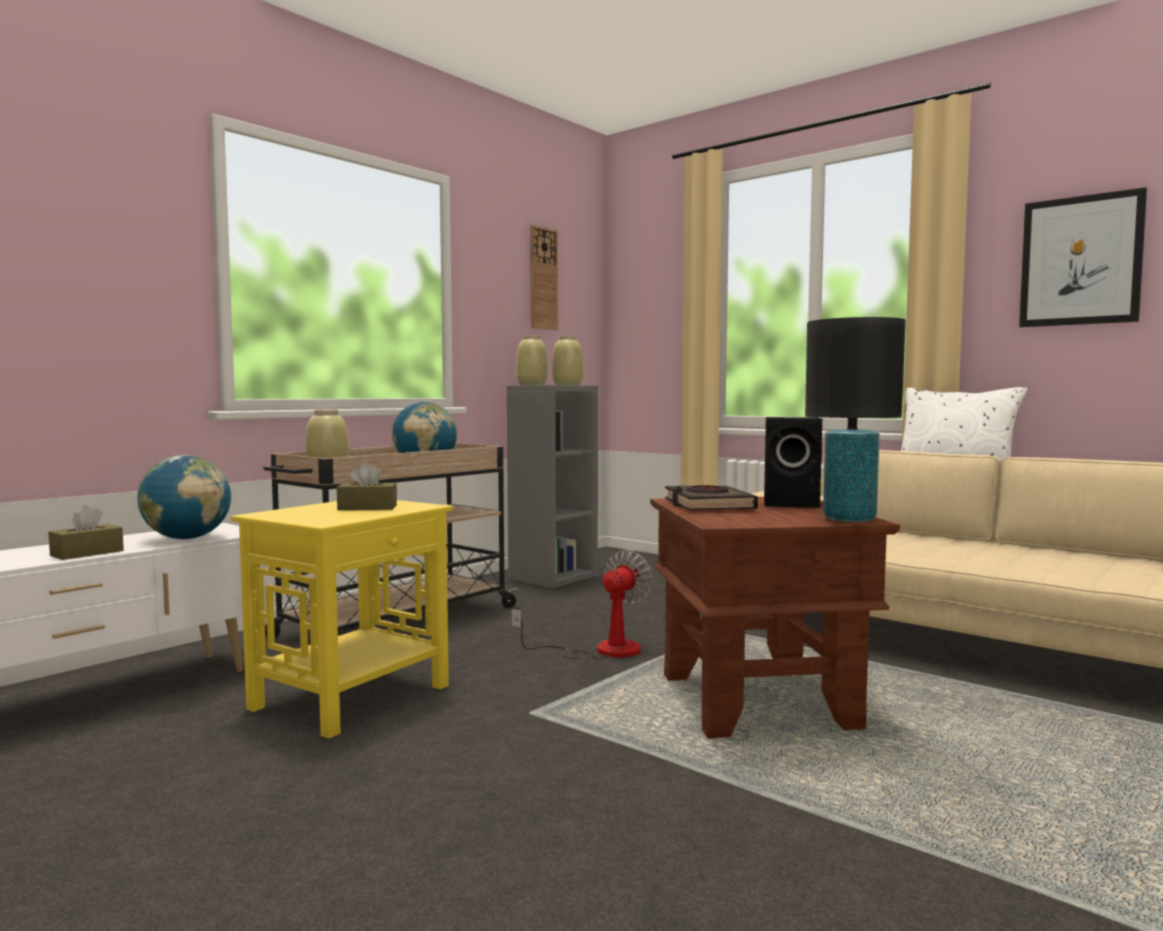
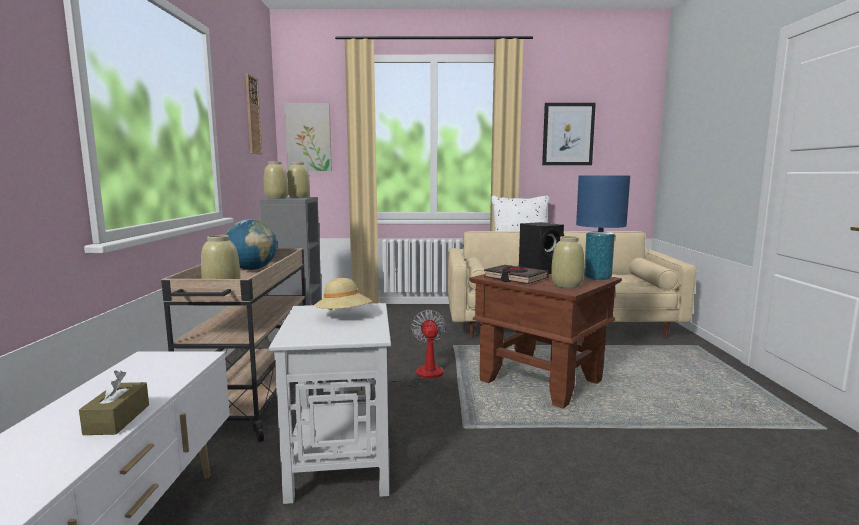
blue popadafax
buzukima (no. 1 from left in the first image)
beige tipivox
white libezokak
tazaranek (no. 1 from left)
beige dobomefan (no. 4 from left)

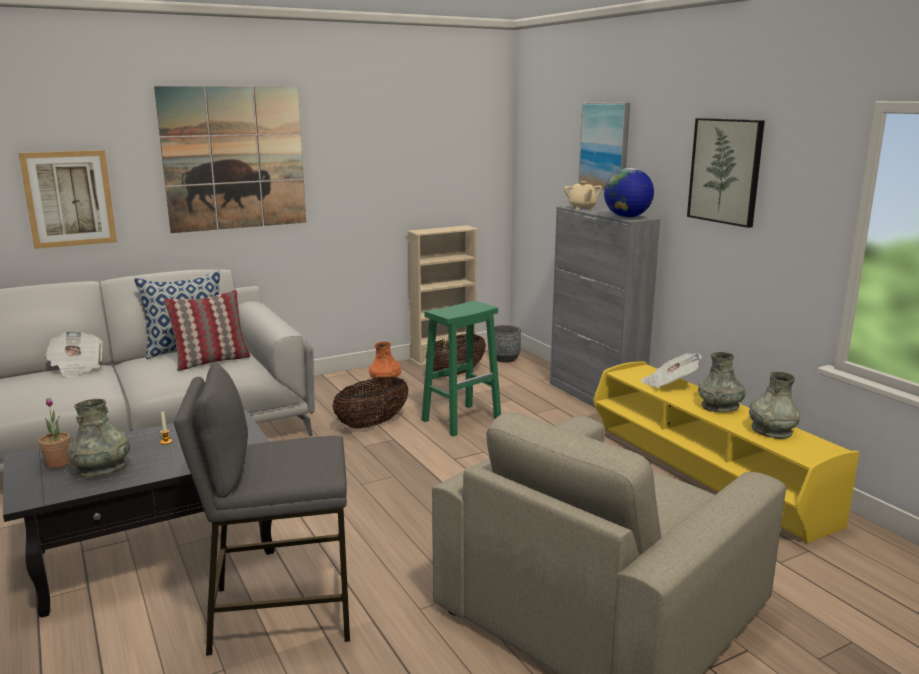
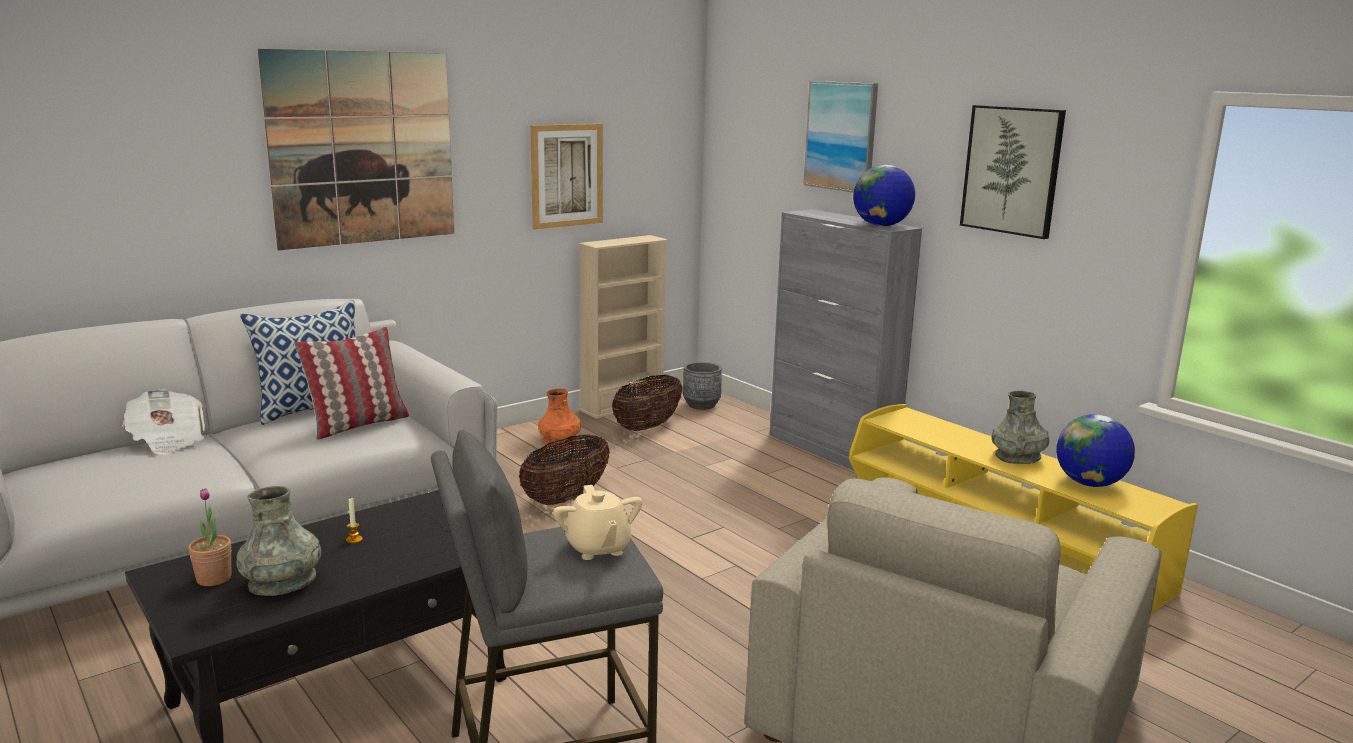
tazaranek (no. 2 from left)
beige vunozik
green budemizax
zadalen (no. 2 from left in the first image)
buzukima (no. 2 from left)

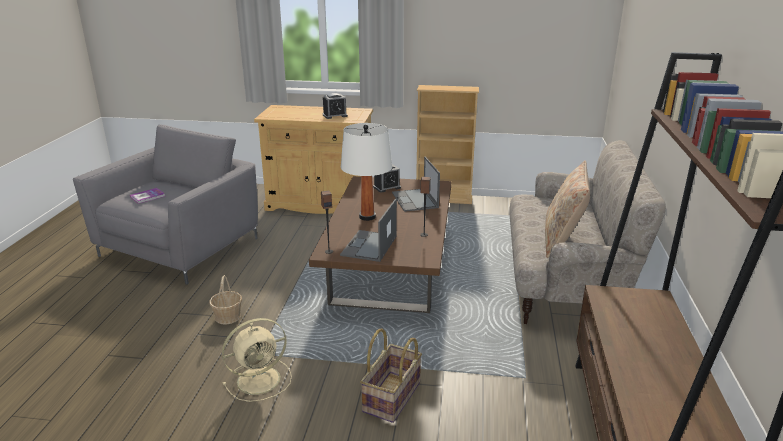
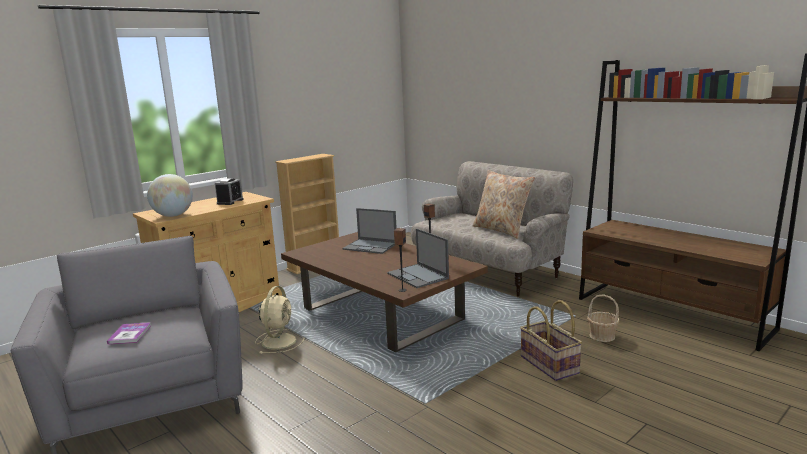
white popadafax
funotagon (no. 2 from left in the first image)
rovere (no. 2 from left)
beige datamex
buzukima

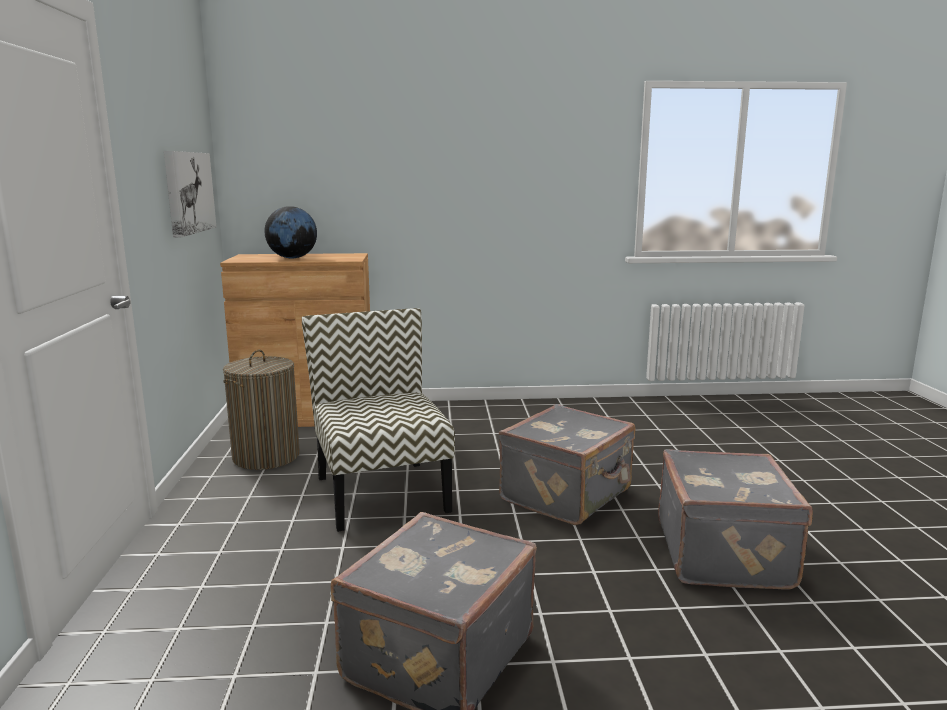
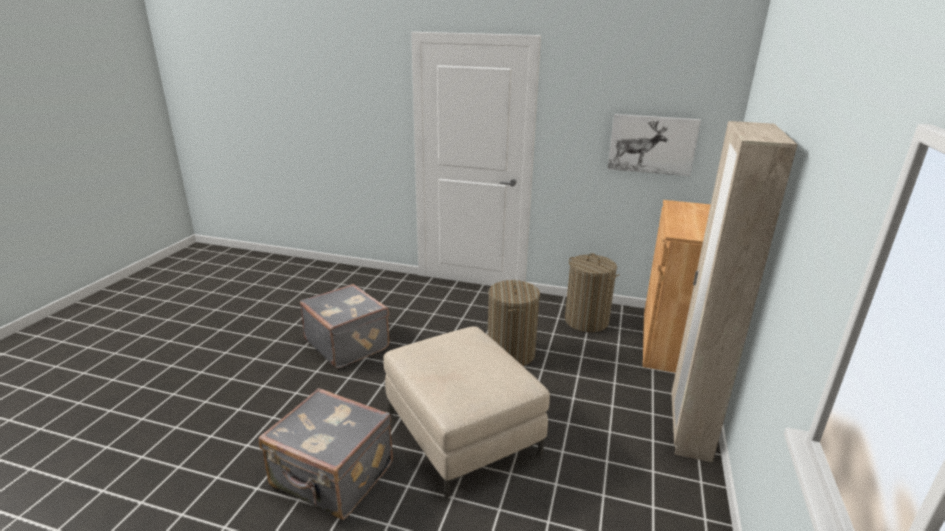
buzukima
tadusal (no. 1 from left)
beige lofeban
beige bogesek

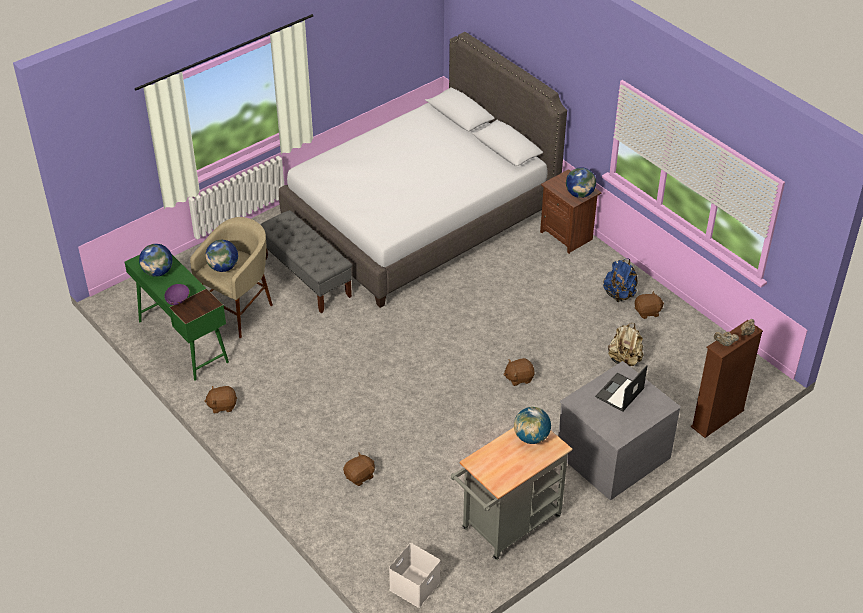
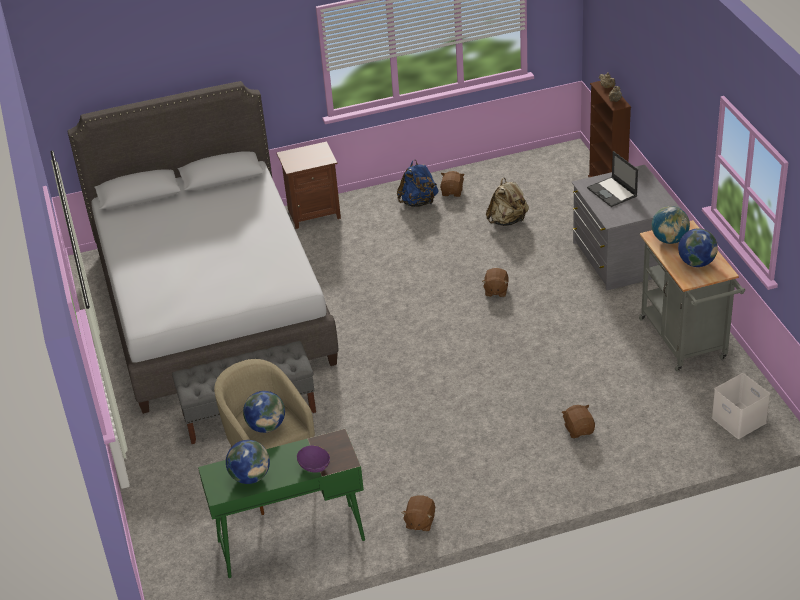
buzukima (no. 4 from left)

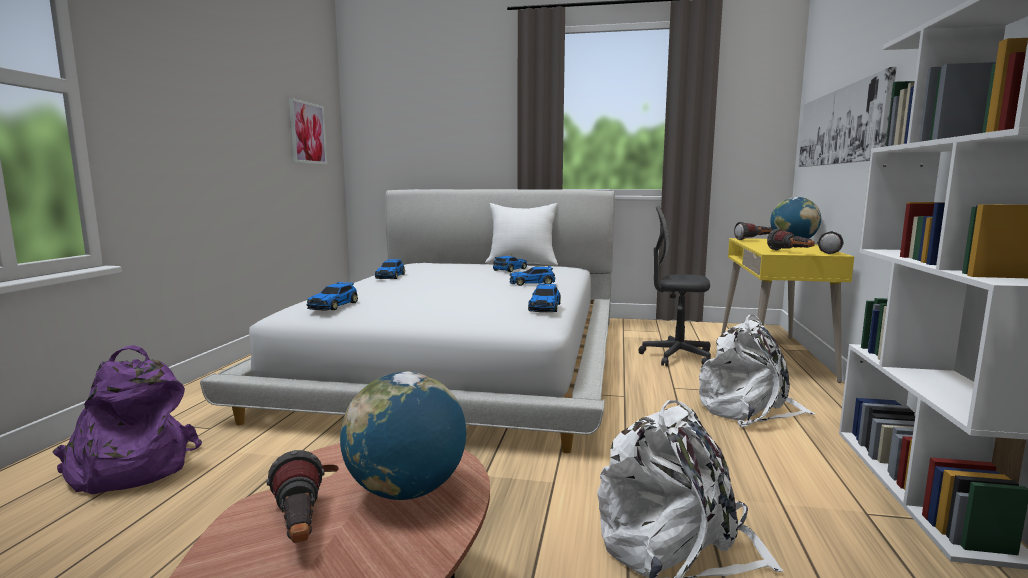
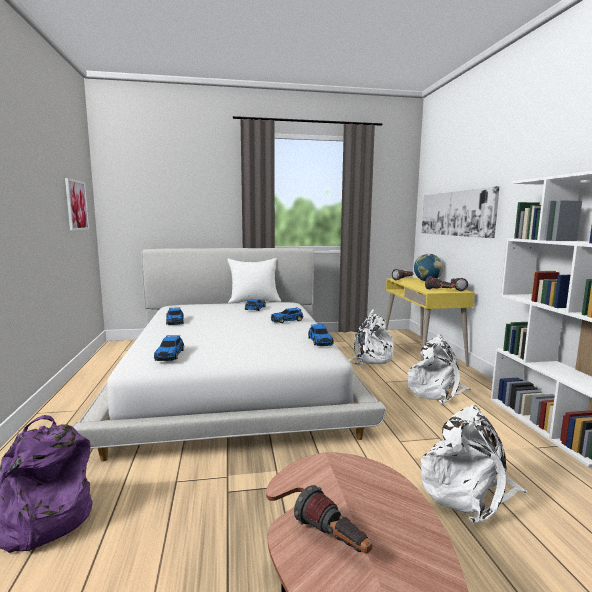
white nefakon (no. 1 from left)
buzukima (no. 1 from left in the first image)

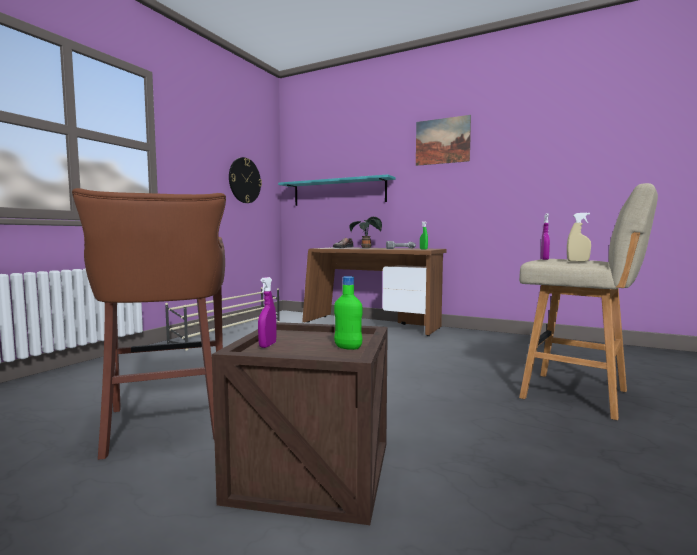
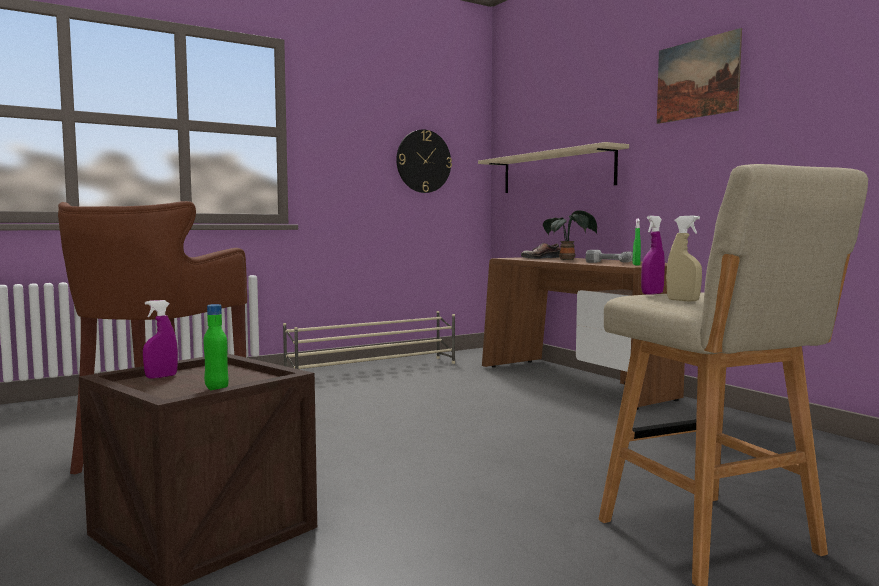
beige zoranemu

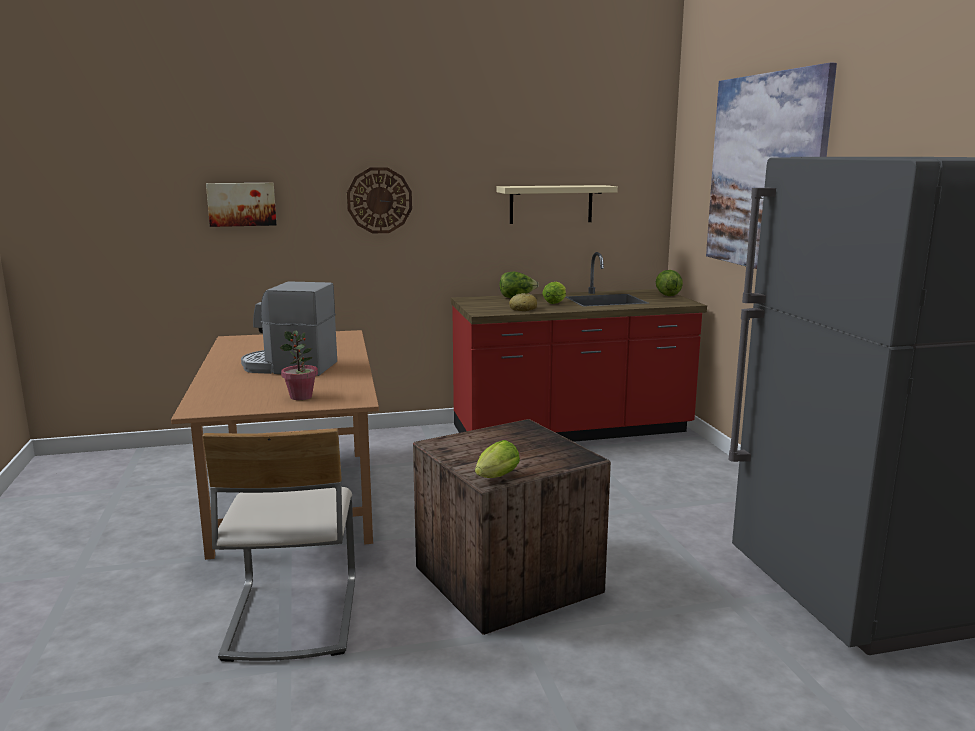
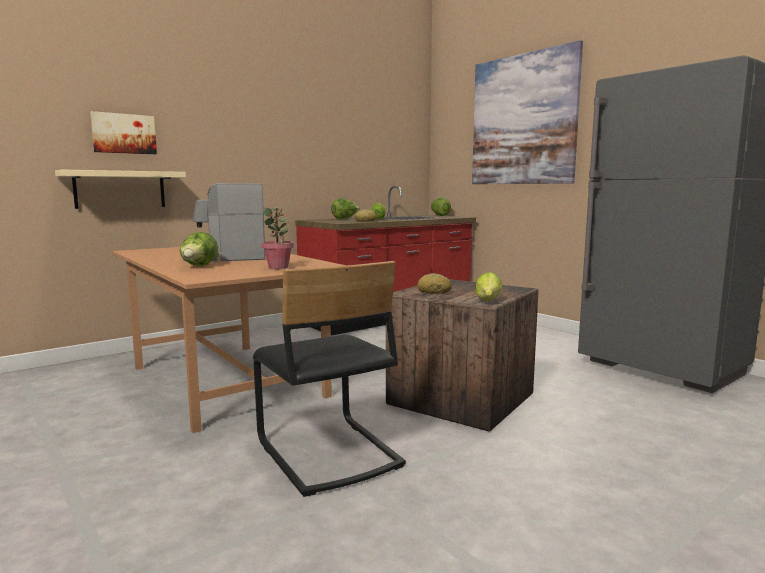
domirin
beige zoranemu
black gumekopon
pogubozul (no. 1 from left)
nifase (no. 2 from left)

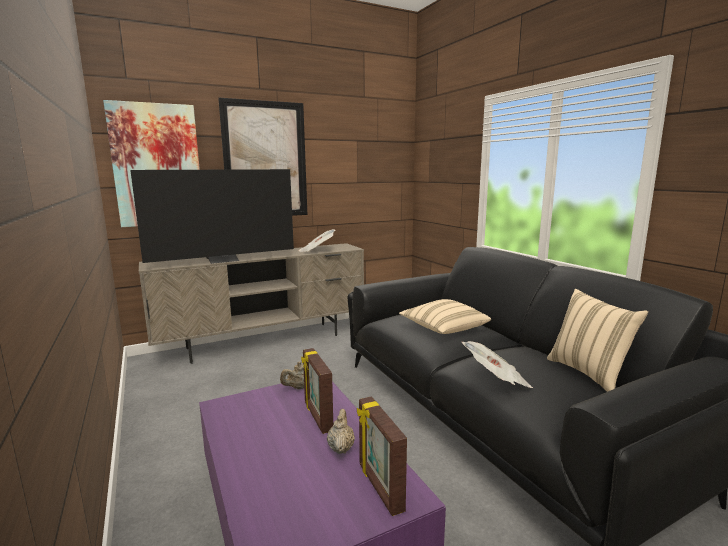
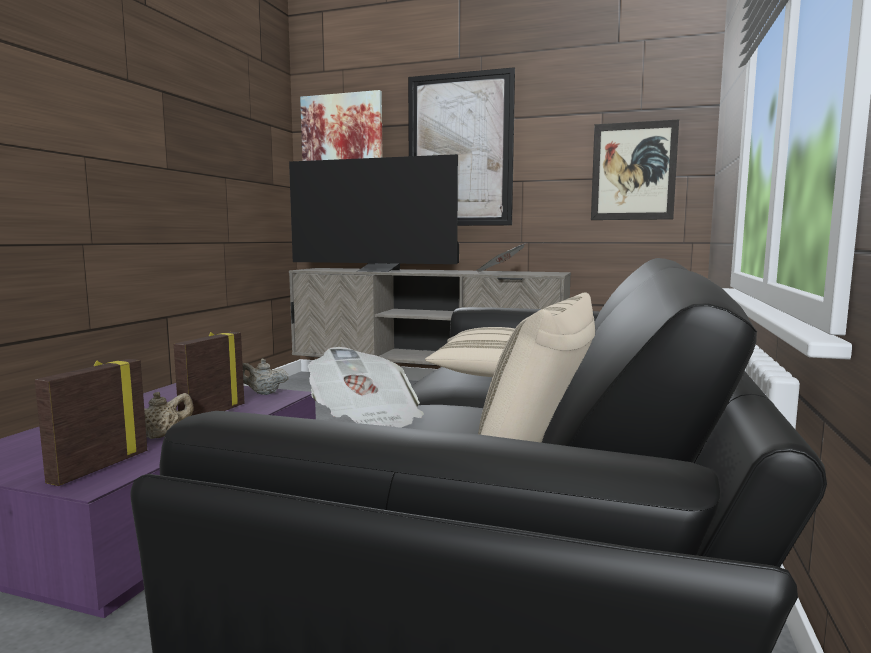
tazaranek (no. 3 from left)

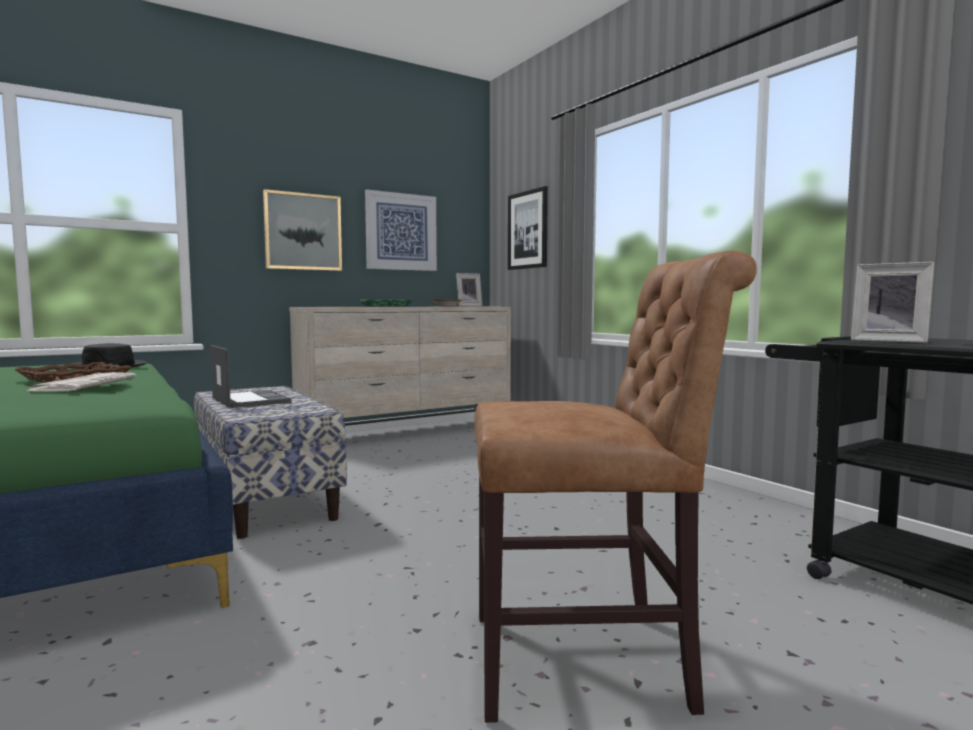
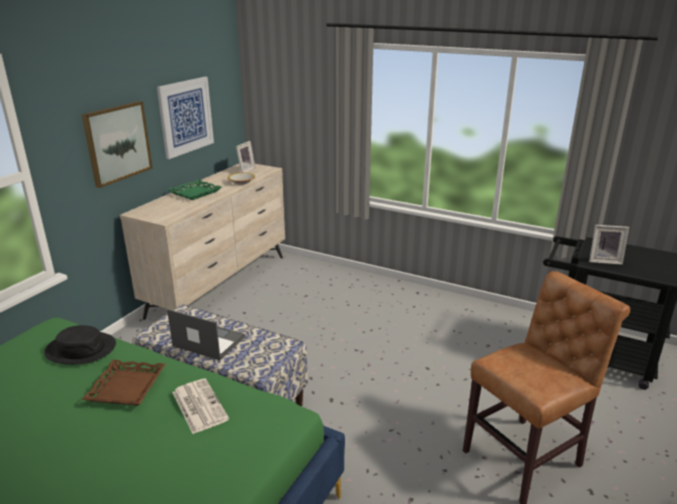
tazaranek (no. 3 from left in the first image)

